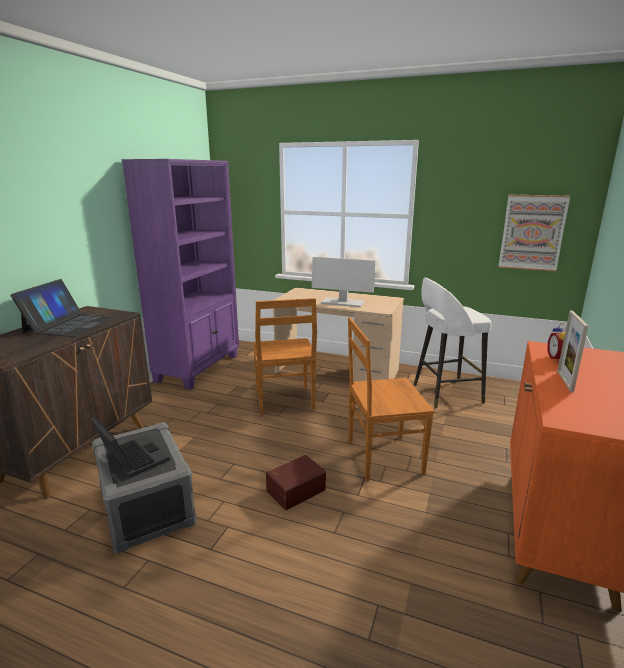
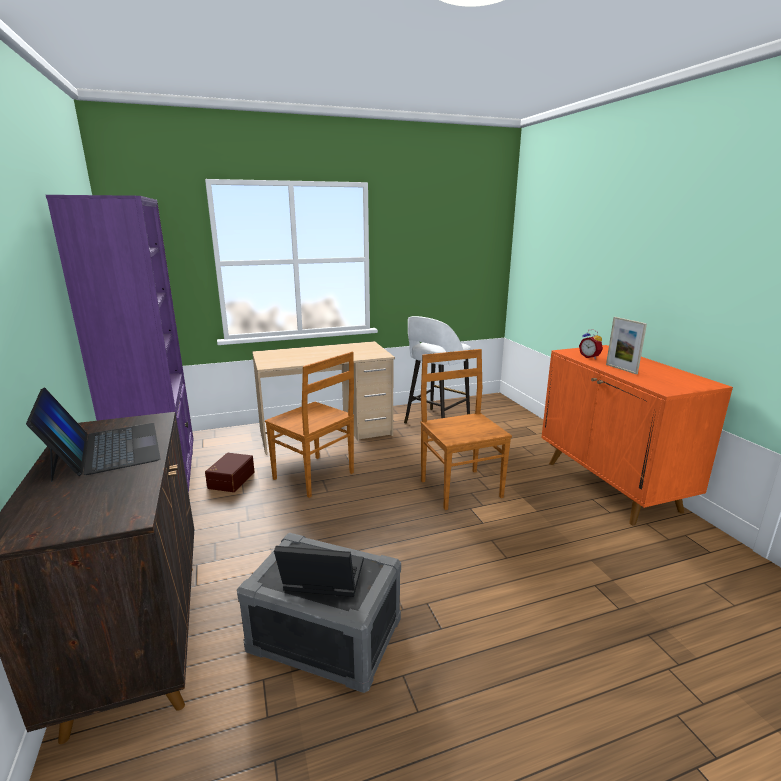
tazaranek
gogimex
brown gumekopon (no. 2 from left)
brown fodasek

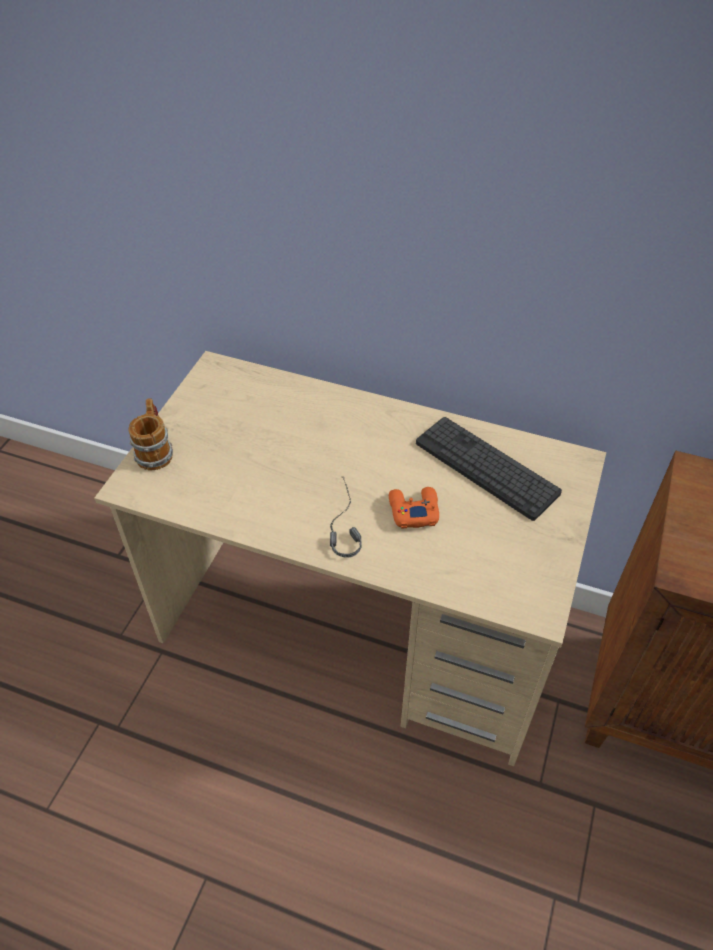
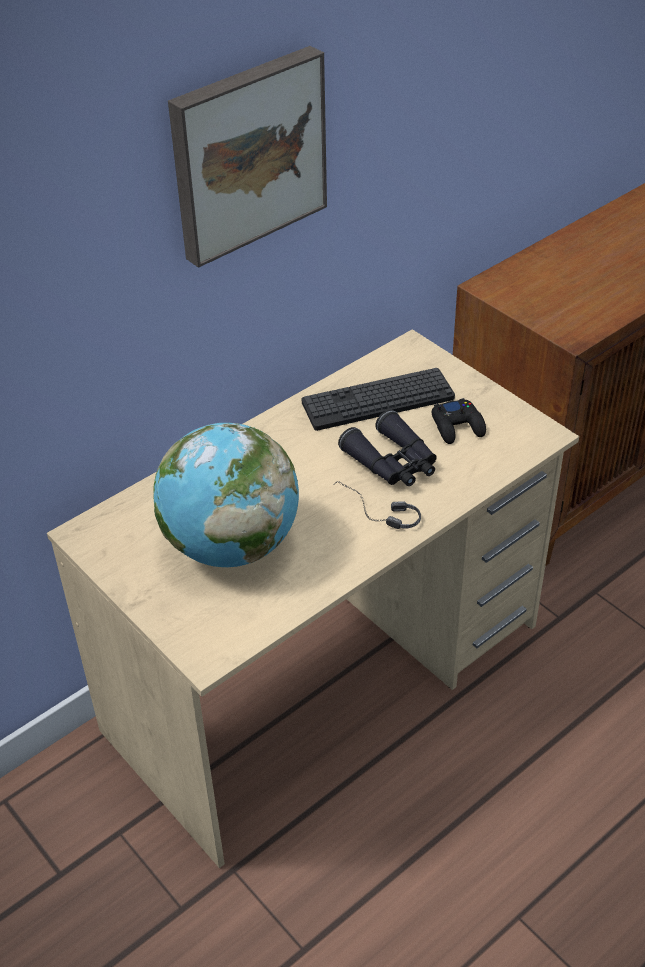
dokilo
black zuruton
tazaranek
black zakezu
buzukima

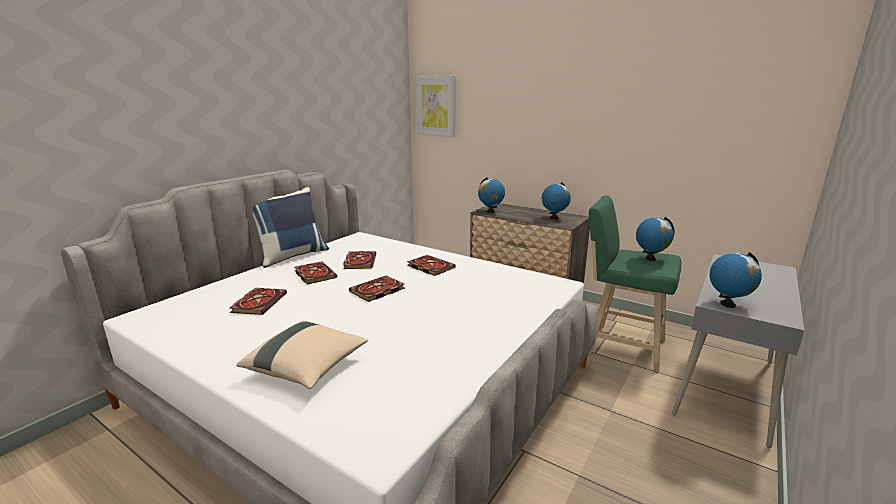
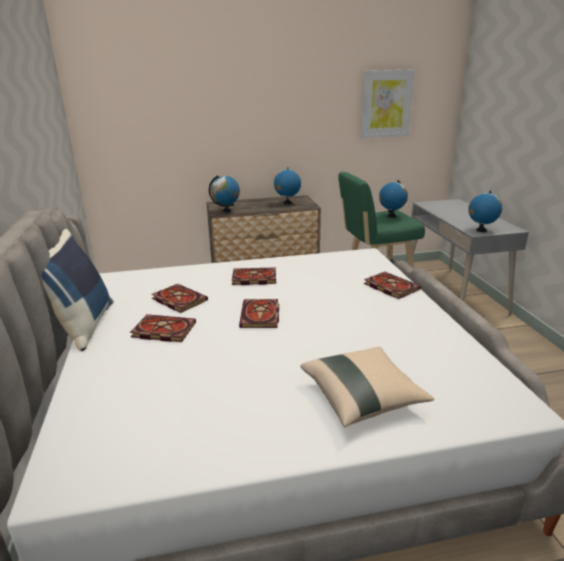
tazaranek
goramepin (no. 5 from left)

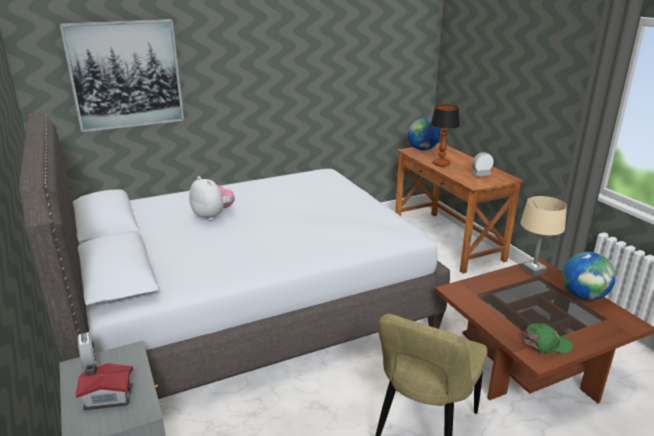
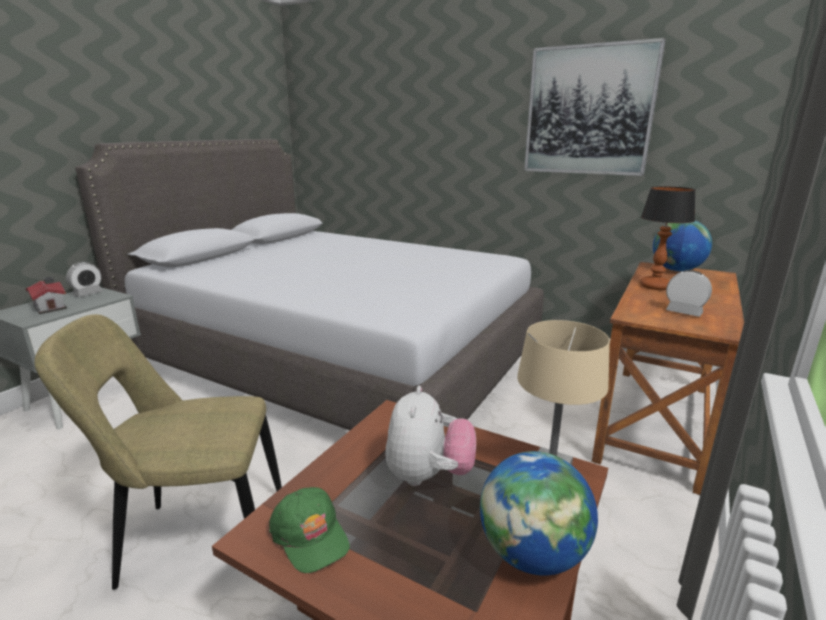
tazaranek
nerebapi

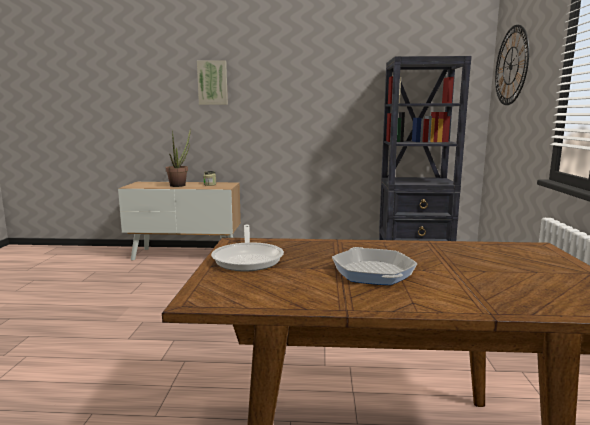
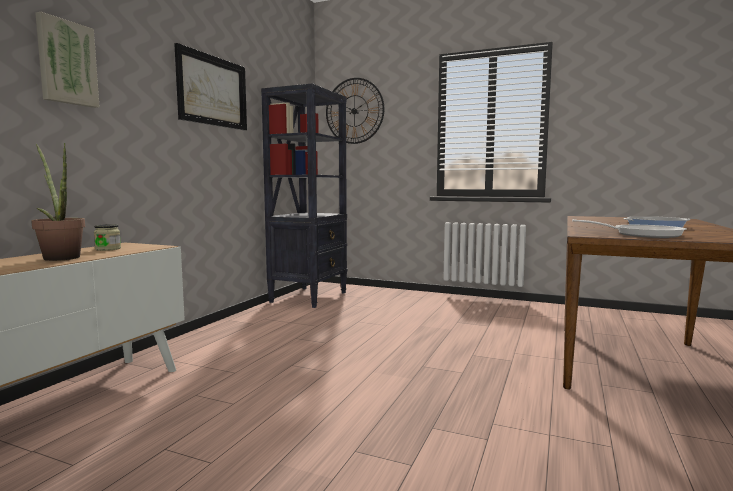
tazaranek (no. 2 from left)

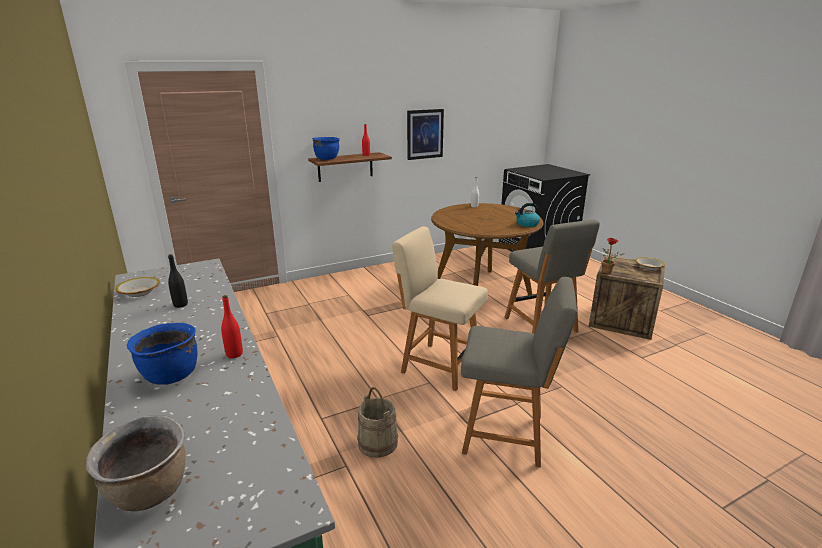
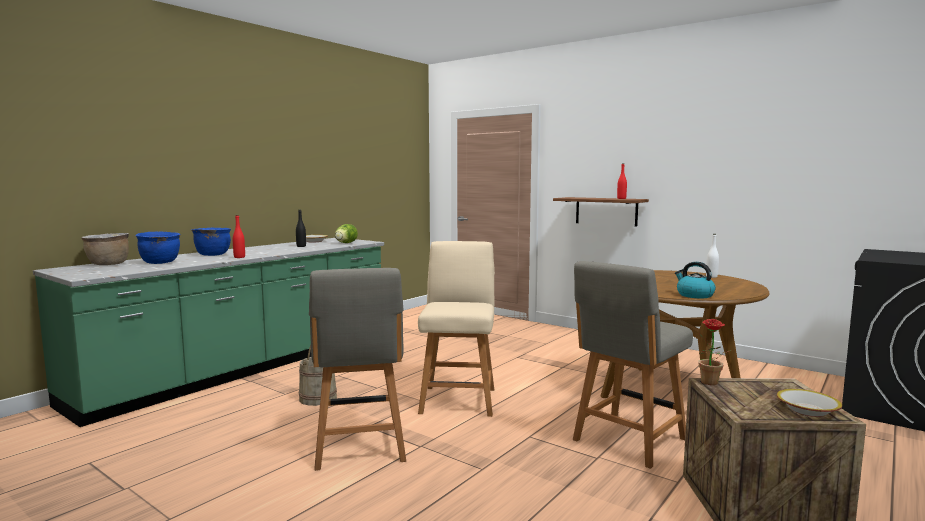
tazaranek
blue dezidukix (no. 1 from left)
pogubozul

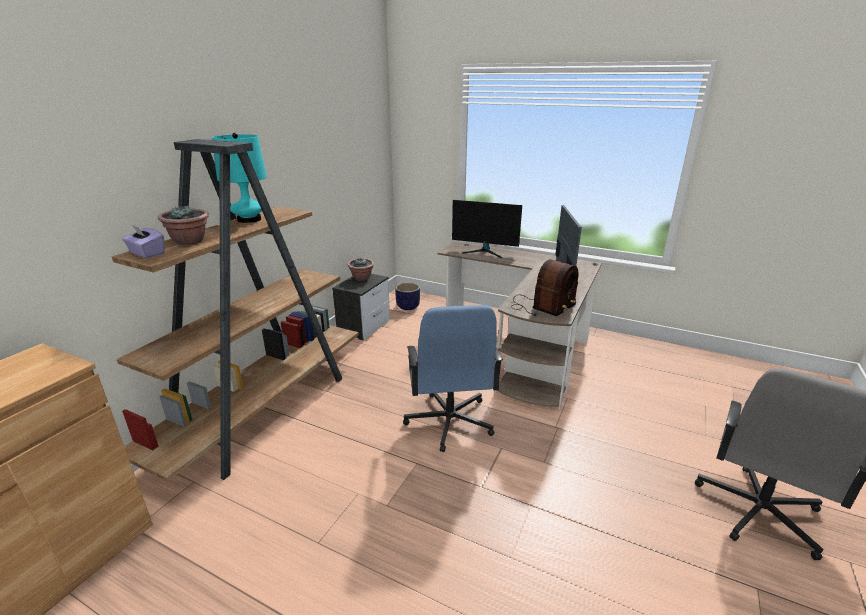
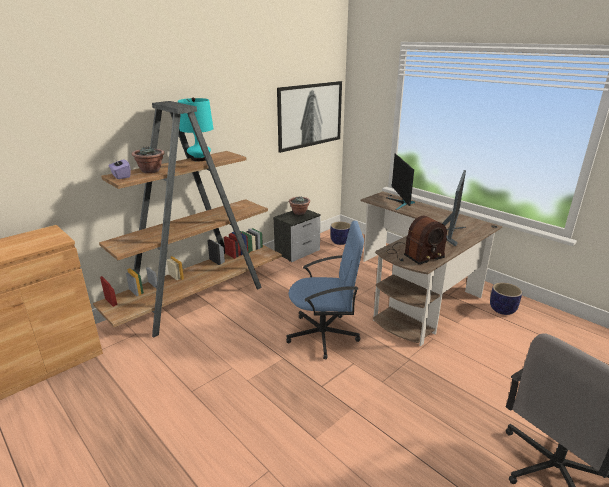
gogimex (no. 1 from left)
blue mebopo
tazaranek
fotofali (no. 2 from left)

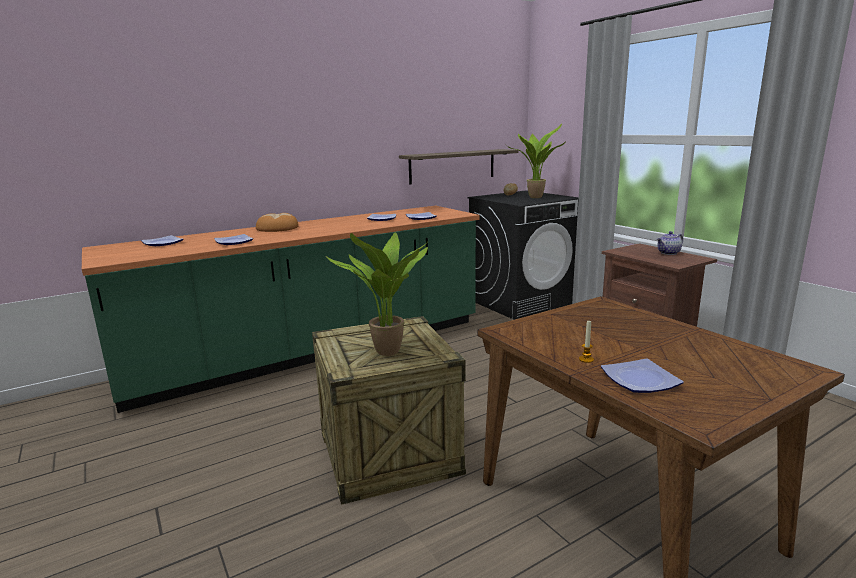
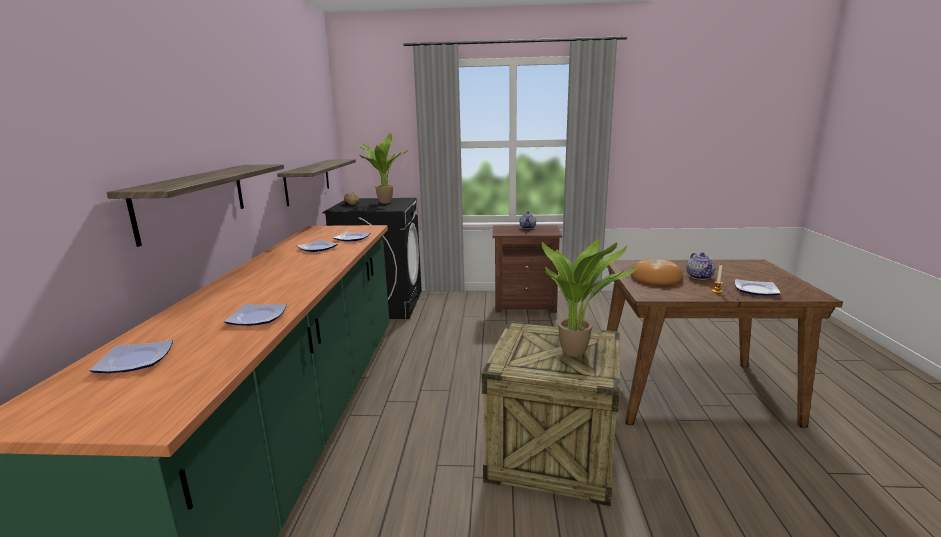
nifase (no. 2 from left)
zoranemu (no. 1 from left)
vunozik (no. 2 from left)

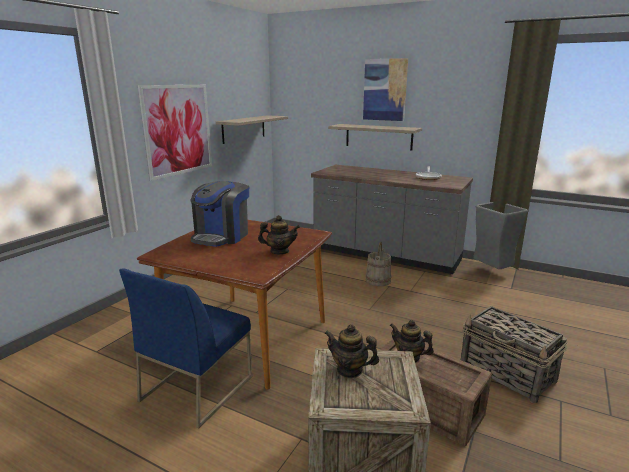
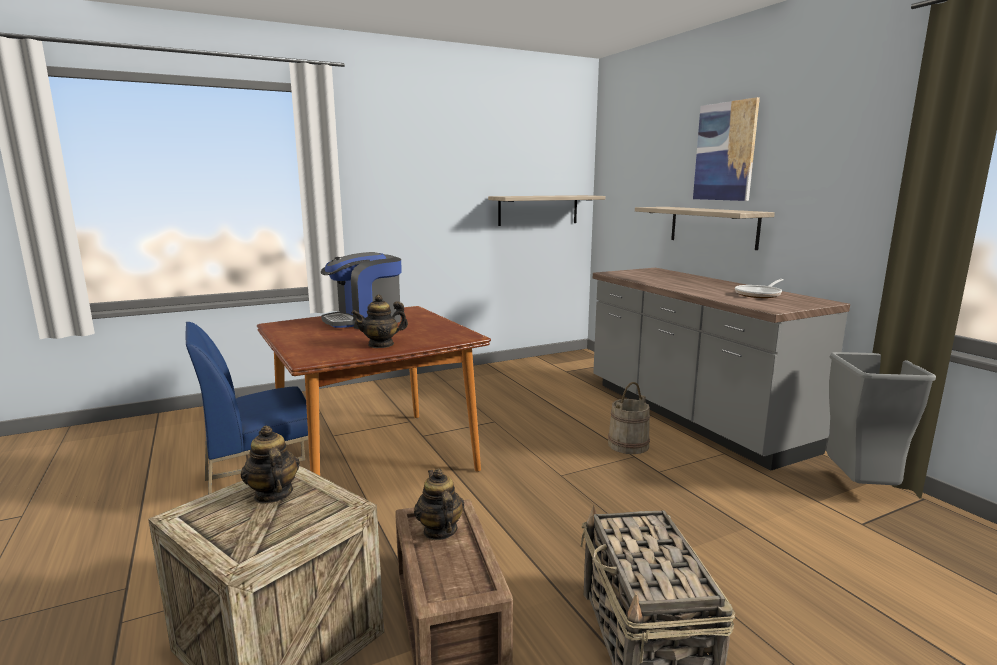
tazaranek (no. 1 from left in the first image)
vunozik (no. 2 from left)

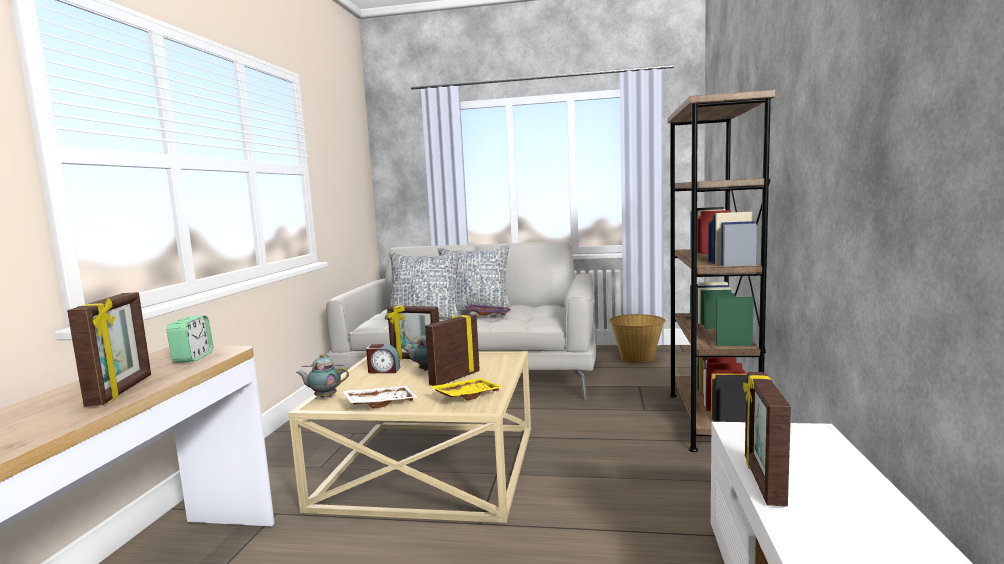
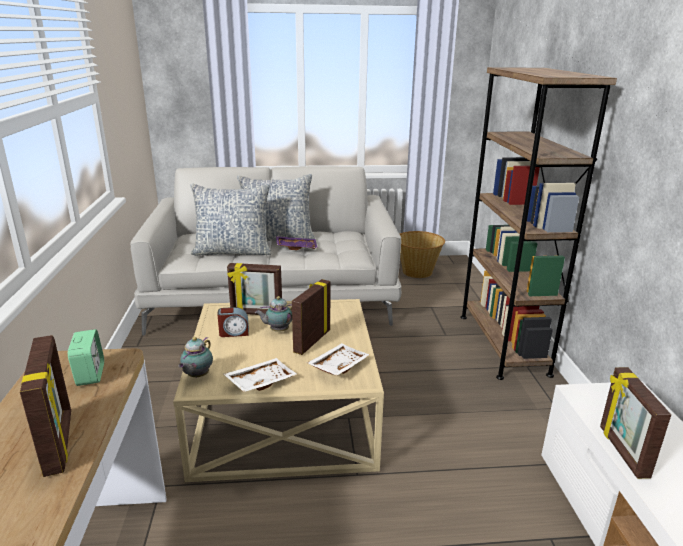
vunozik (no. 1 from left)
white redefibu (no. 2 from left)

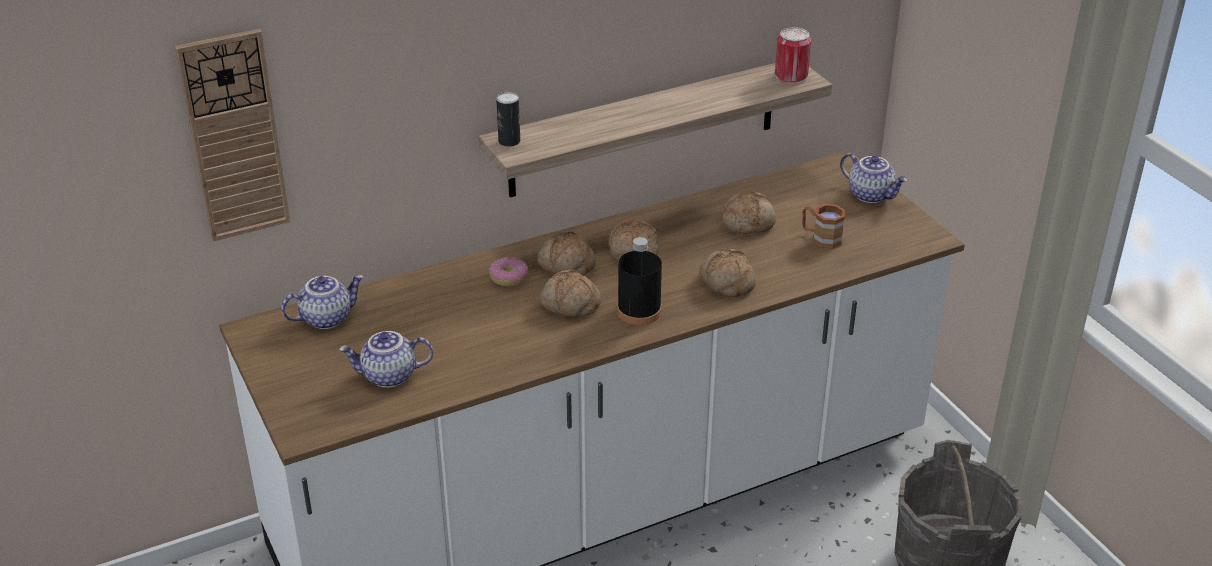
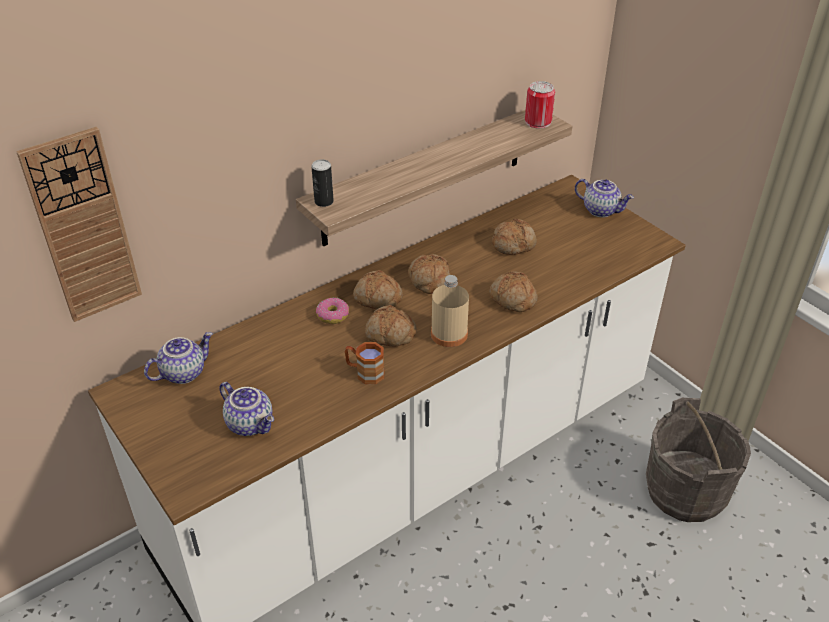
brown dokilo
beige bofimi
vunozik (no. 2 from left)

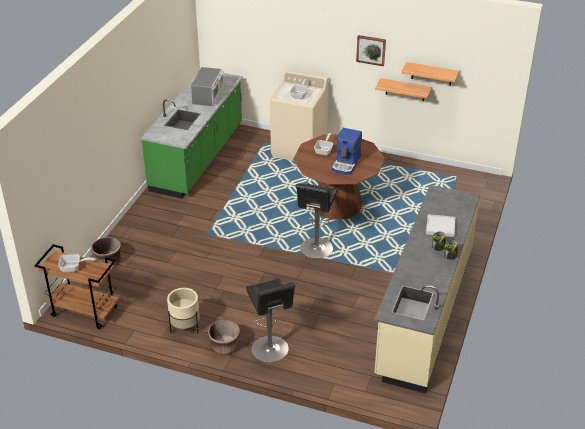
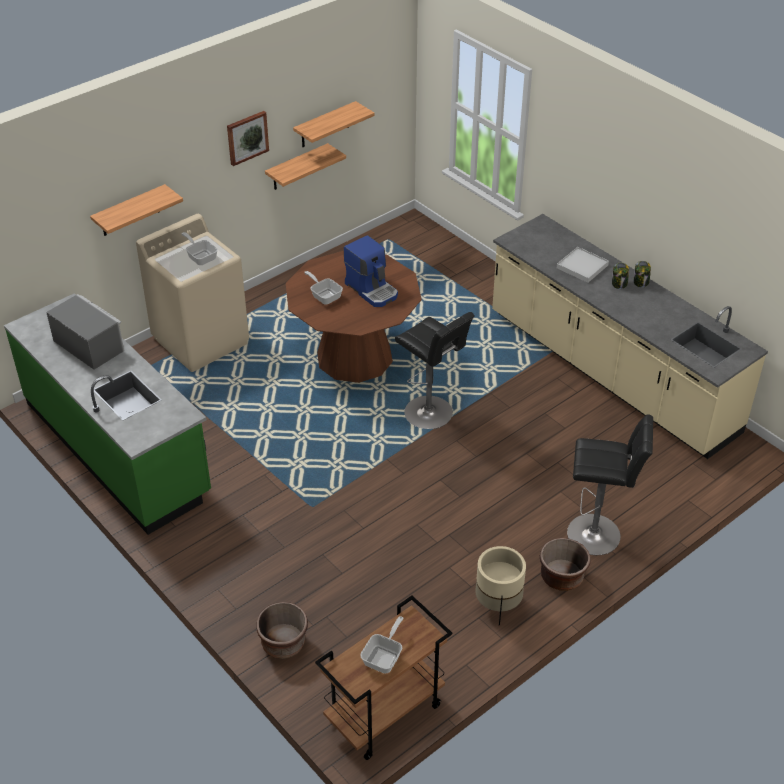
zoranemu (no. 1 from left)

